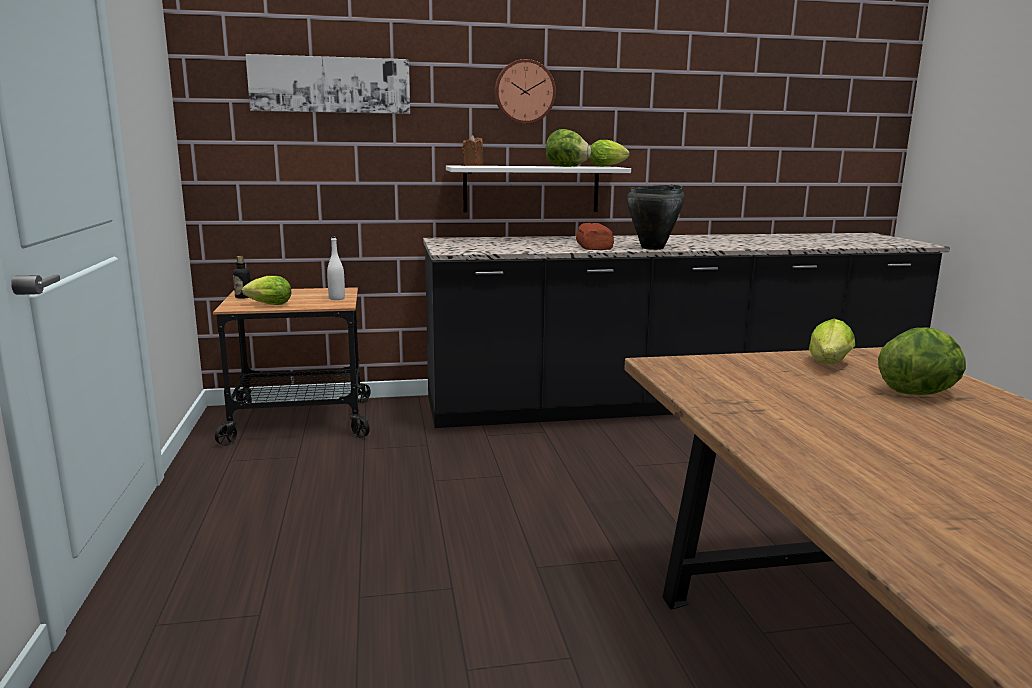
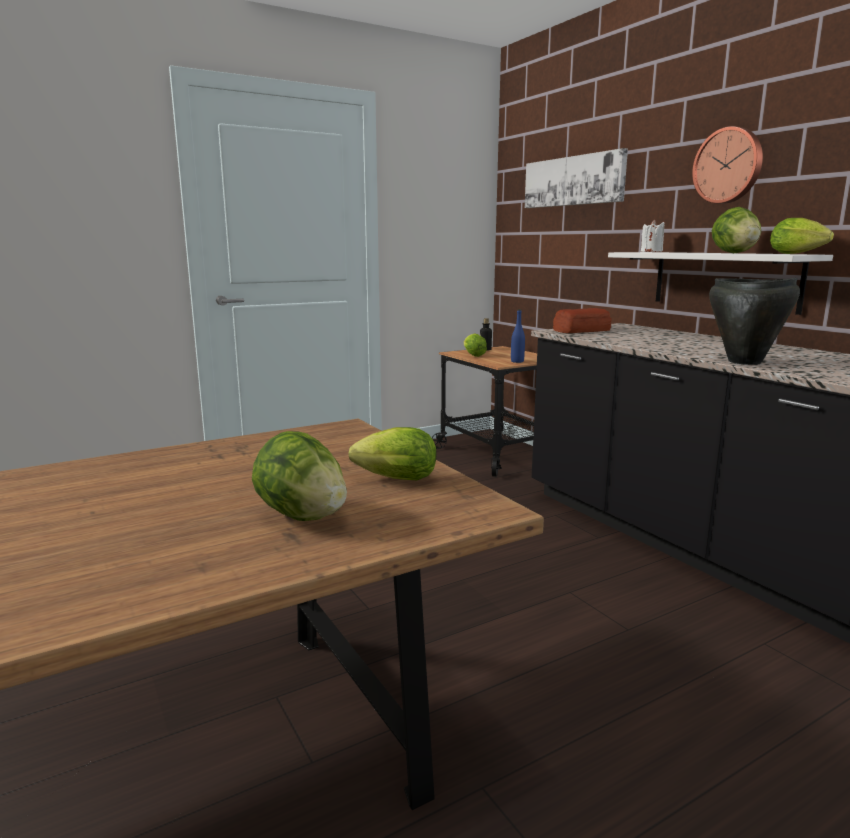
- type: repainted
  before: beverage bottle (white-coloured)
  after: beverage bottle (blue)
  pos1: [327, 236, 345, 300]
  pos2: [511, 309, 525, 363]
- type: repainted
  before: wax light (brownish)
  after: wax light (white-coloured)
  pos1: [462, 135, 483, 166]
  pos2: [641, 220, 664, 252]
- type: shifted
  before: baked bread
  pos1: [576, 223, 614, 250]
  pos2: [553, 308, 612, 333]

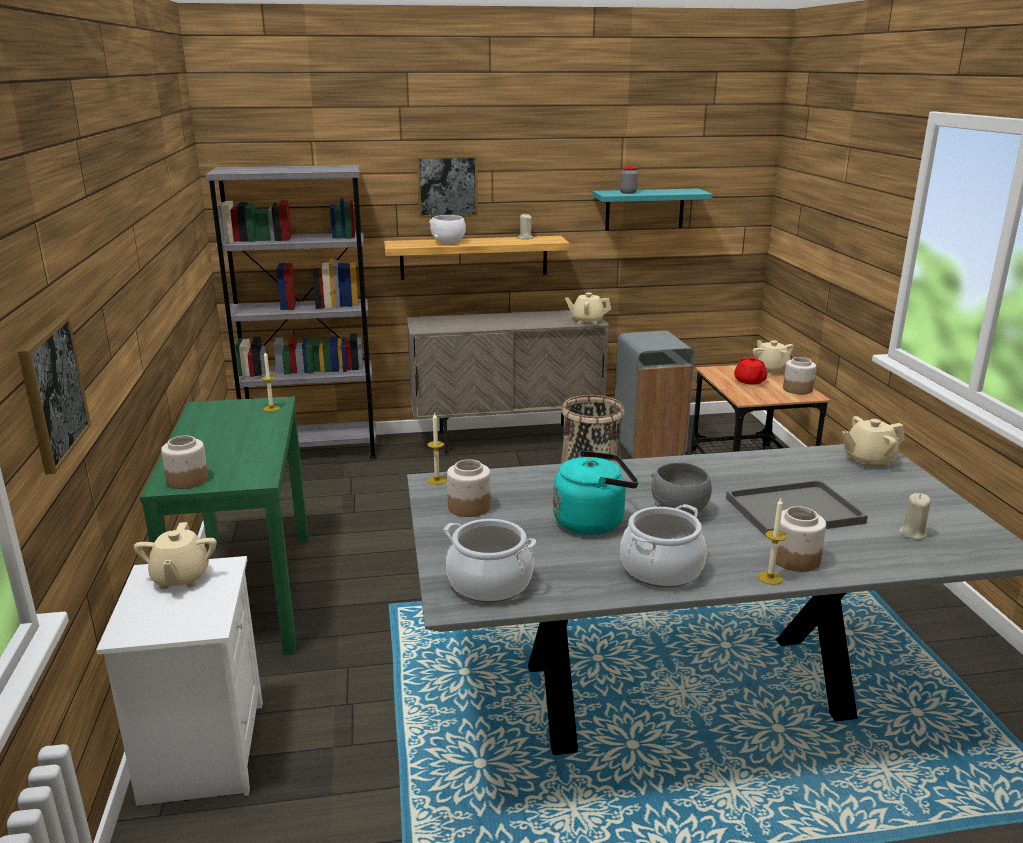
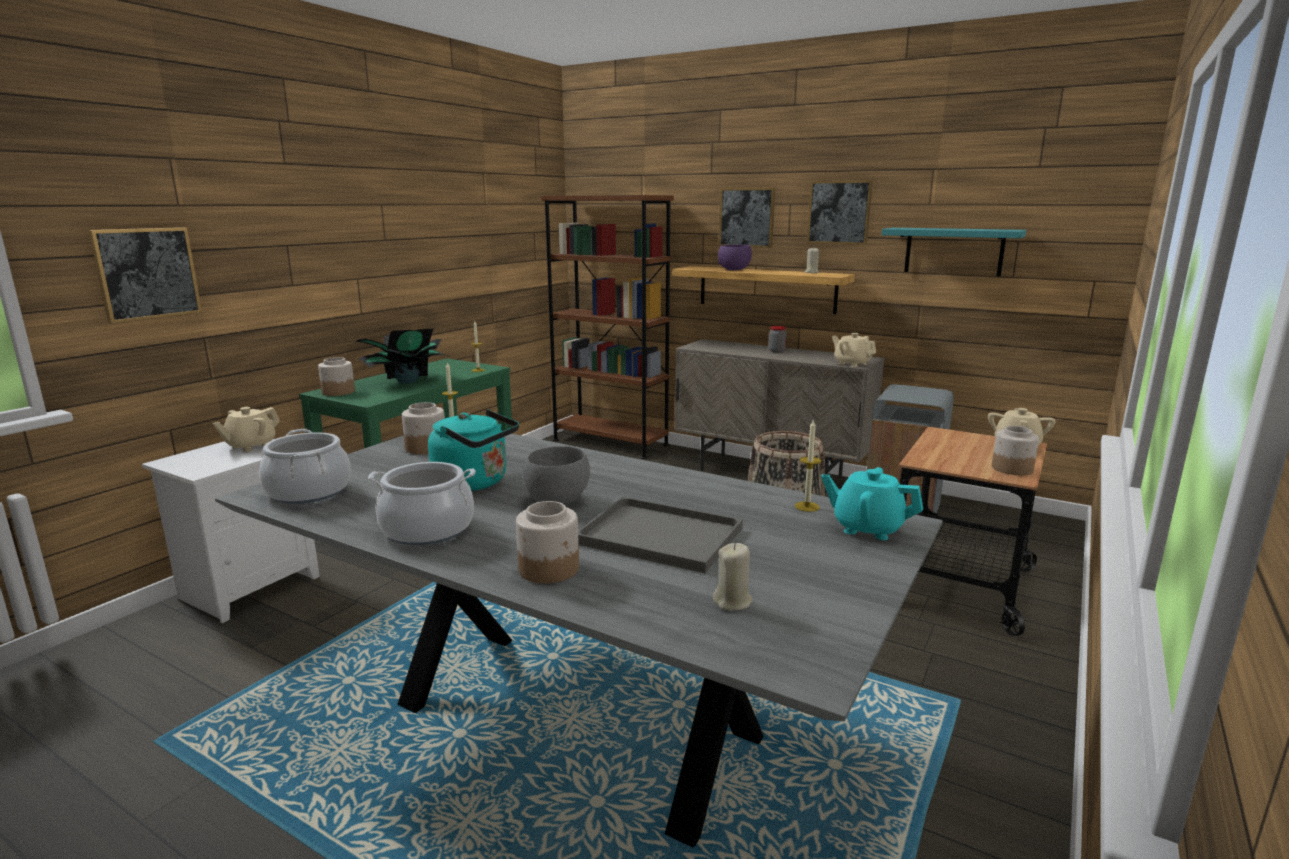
- type: repainted
  before: shelving unit (greyish)
  after: shelving unit (brownish)
  pos1: [205, 165, 377, 459]
  pos2: [541, 195, 674, 459]
- type: repainted
  before: serving bowl (white-coloured)
  after: serving bowl (purplish)
  pos1: [429, 215, 466, 244]
  pos2: [718, 244, 752, 270]
- type: shifted
  before: jar
  pos1: [620, 166, 638, 194]
  pos2: [769, 326, 786, 352]
- type: gone
  before: teapot (red-coloured)
  pos1: [734, 357, 767, 384]
- type: shifted
  before: wax light
  pos1: [758, 498, 787, 585]
  pos2: [795, 419, 821, 512]
- type: repainted
  before: teapot (sand-coloured)
  after: teapot (blue-green)
  pos1: [842, 416, 905, 468]
  pos2: [821, 467, 923, 540]
- type: new
  after: potted plant
  pos2: [354, 329, 451, 383]
- type: new
  after: picture
  pos2: [807, 180, 873, 245]

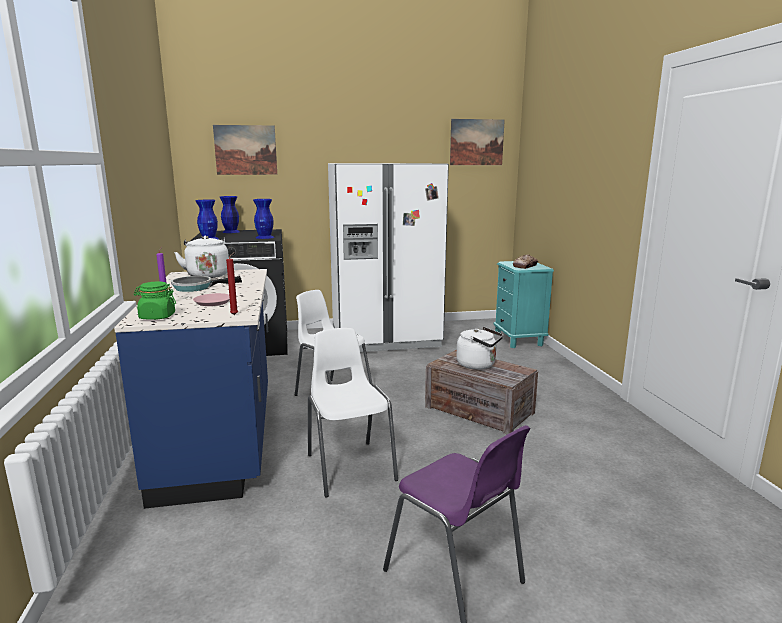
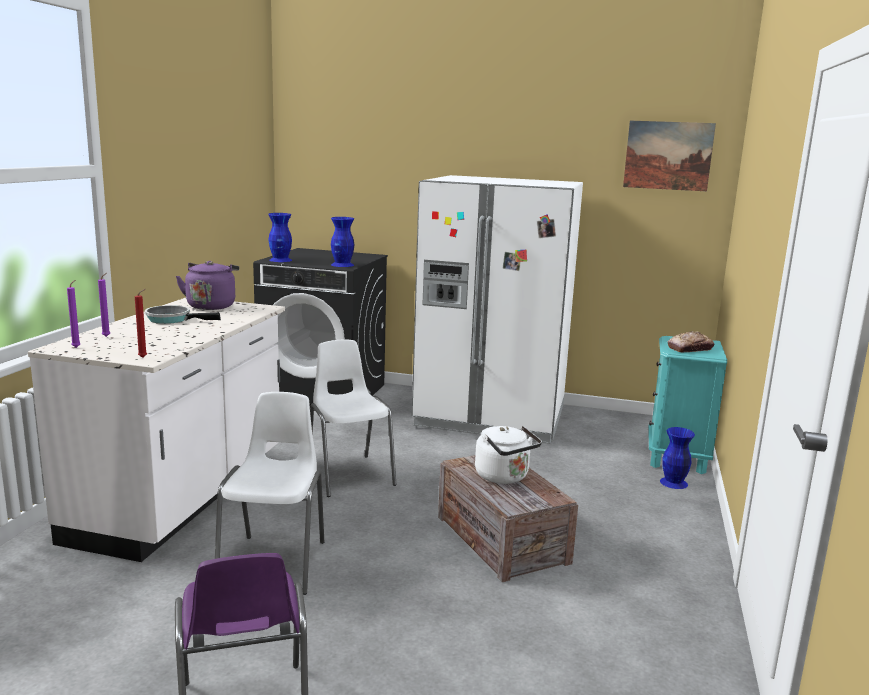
- type: repainted
  before: kitchen counter (blue)
  after: kitchen counter (white-coloured)
  pos1: [114, 269, 268, 509]
  pos2: [28, 298, 285, 562]
- type: swapped
  before: jar (green-coloured)
  after: wax light (purplish)
  pos1: [134, 282, 176, 320]
  pos2: [67, 280, 81, 348]
- type: repainted
  before: water kettle (white-coloured)
  after: water kettle (purplish)
  pos1: [174, 236, 229, 278]
  pos2: [176, 261, 239, 310]
- type: gone
  before: plate (pink-coloured)
  pos1: [193, 293, 230, 306]
- type: gone
  before: picture
  pos1: [213, 125, 277, 175]
- type: shifted
  before: vase (blue)
  pos1: [220, 196, 240, 233]
  pos2: [660, 427, 695, 489]

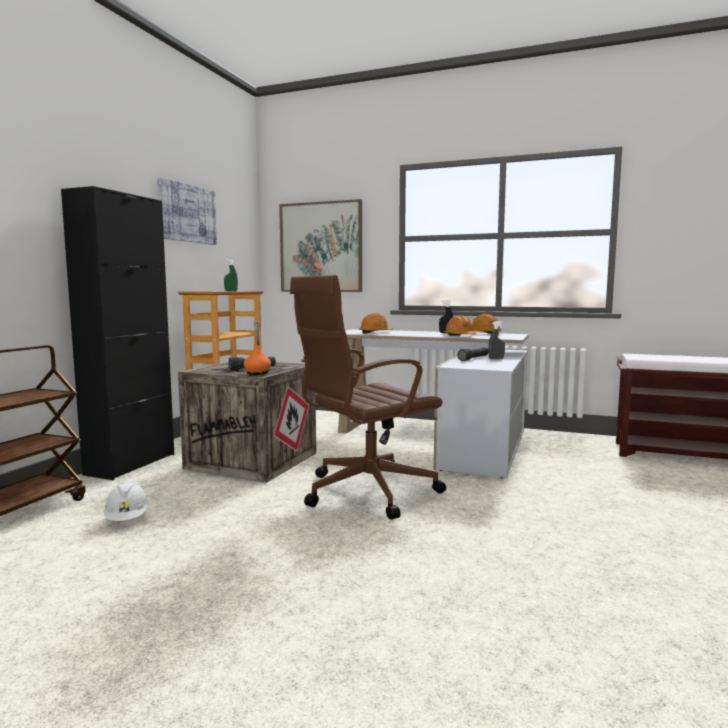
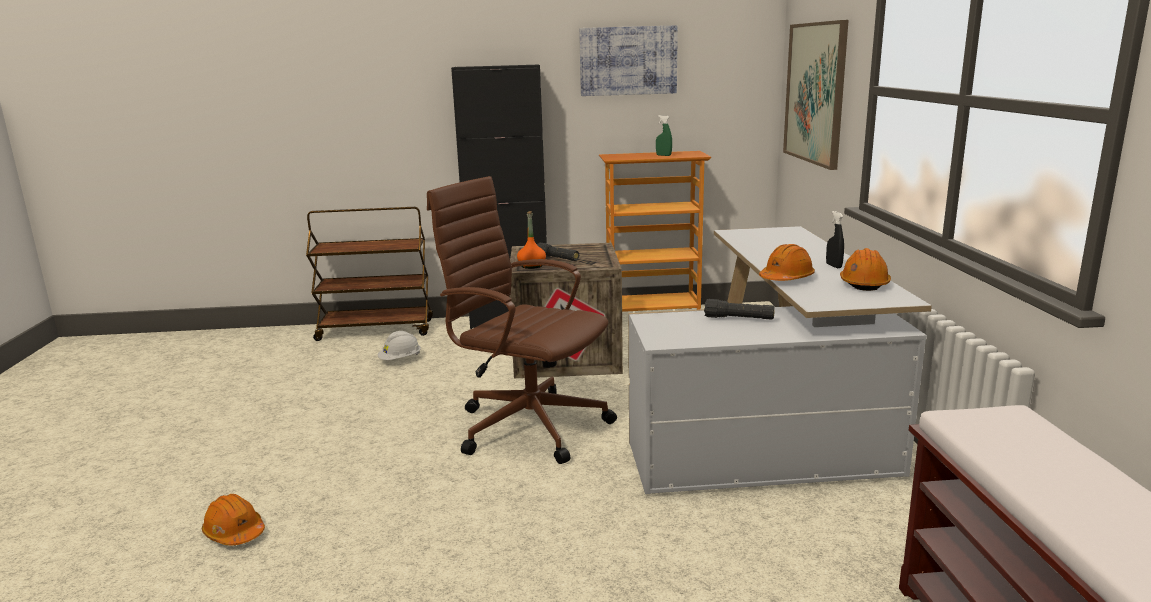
- type: shifted
  before: hard hat (orange)
  pos1: [359, 313, 393, 334]
  pos2: [202, 494, 265, 545]
- type: gone
  before: spray bottle (greyish)
  pos1: [488, 321, 505, 359]

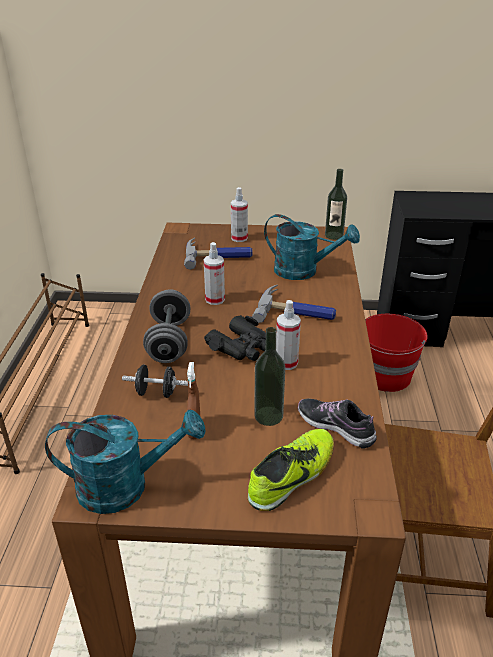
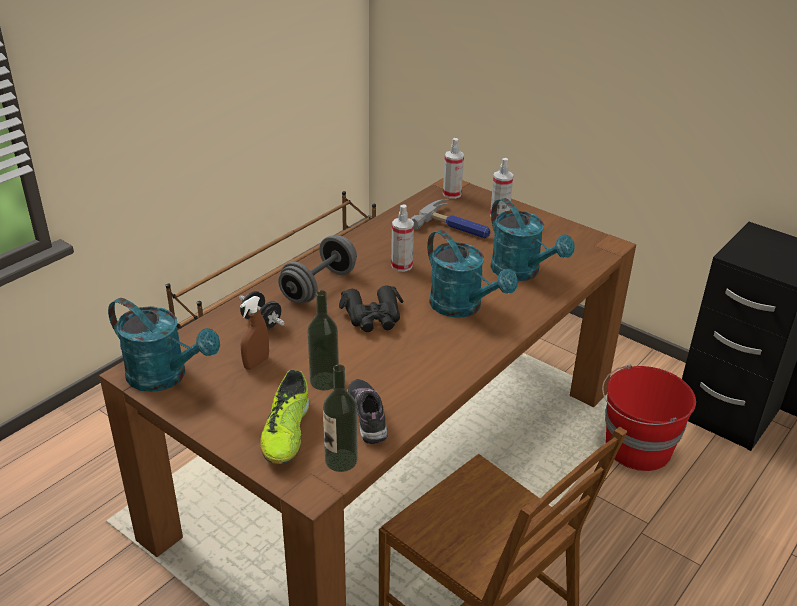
- type: rotated
  before: low shoe
  pos1: [248, 429, 334, 511]
  pos2: [260, 370, 310, 464]
  turn: 105
- type: swapped
  before: hammer
  after: sprinkling can (blue-green)
  pos1: [252, 285, 336, 323]
  pos2: [427, 230, 518, 318]
- type: shifted
  before: spray bottle
  pos1: [276, 300, 301, 370]
  pos2: [443, 138, 464, 199]
- type: shifted
  before: beverage bottle
  pos1: [325, 169, 347, 240]
  pos2: [323, 365, 358, 472]

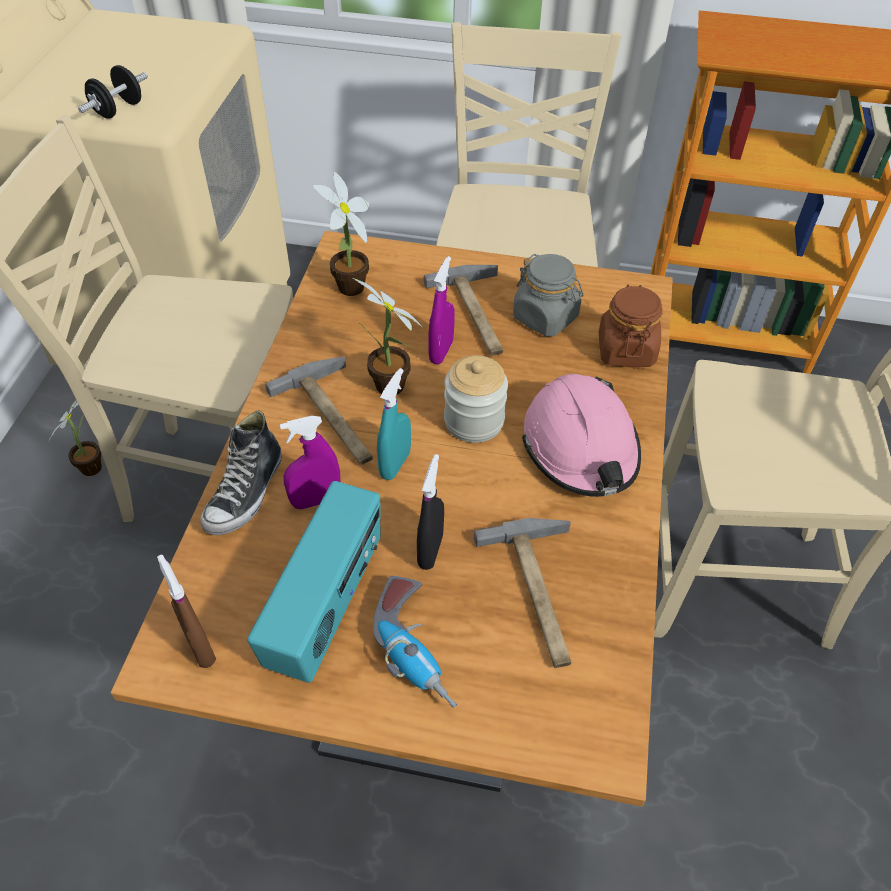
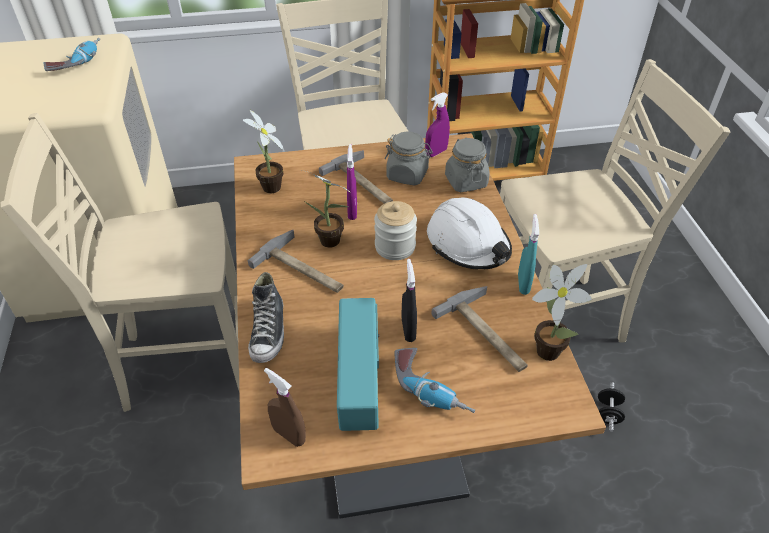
- type: shifted
  before: potted plant
  pos1: [49, 400, 102, 476]
  pos2: [532, 264, 592, 361]
- type: shifted
  before: free weight (blackish)
  pos1: [78, 65, 148, 119]
  pos2: [598, 382, 625, 432]
- type: shifted
  before: spray bottle (purplish)
  pos1: [280, 416, 340, 509]
  pos2: [425, 92, 450, 157]
- type: shifted
  before: spray bottle (blue-green)
  pos1: [377, 368, 411, 480]
  pos2: [518, 214, 539, 295]
- type: repainted
  before: hard hat (pink-coloured)
  after: hard hat (white-coloured)
  pos1: [522, 374, 641, 497]
  pos2: [427, 197, 512, 270]
- type: repainted
  before: jar (brownish)
  after: jar (greyish)
  pos1: [599, 285, 663, 367]
  pos2: [445, 138, 490, 192]
- type: new
  after: drill
  pos2: [44, 38, 100, 71]

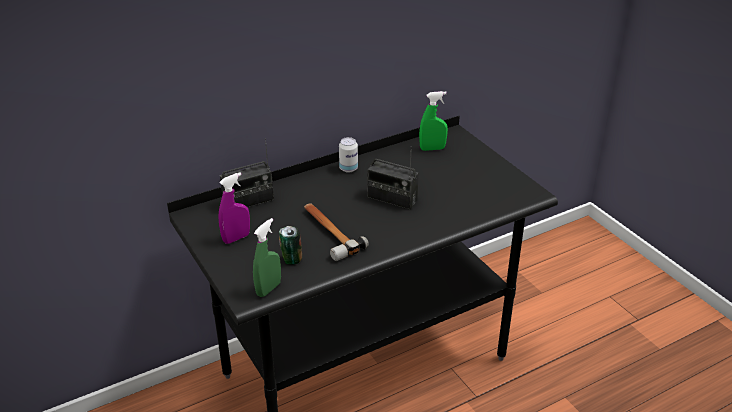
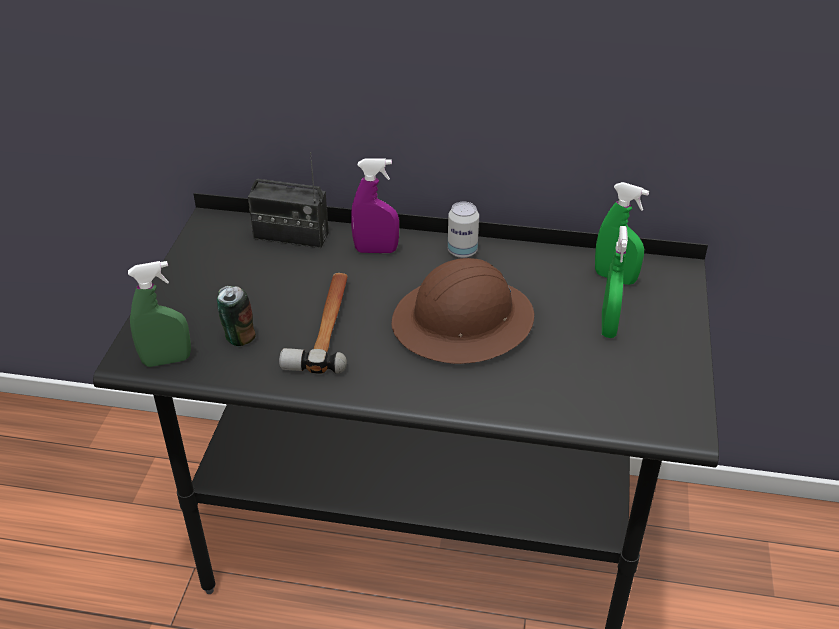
- type: shifted
  before: spray bottle (purplish)
  pos1: [218, 172, 250, 244]
  pos2: [351, 158, 399, 253]
- type: swapped
  before: radio
  after: hard hat (brownish)
  pos1: [367, 146, 419, 210]
  pos2: [391, 258, 534, 364]
- type: new
  after: spray bottle (green-coloured)
  pos2: [602, 226, 628, 338]

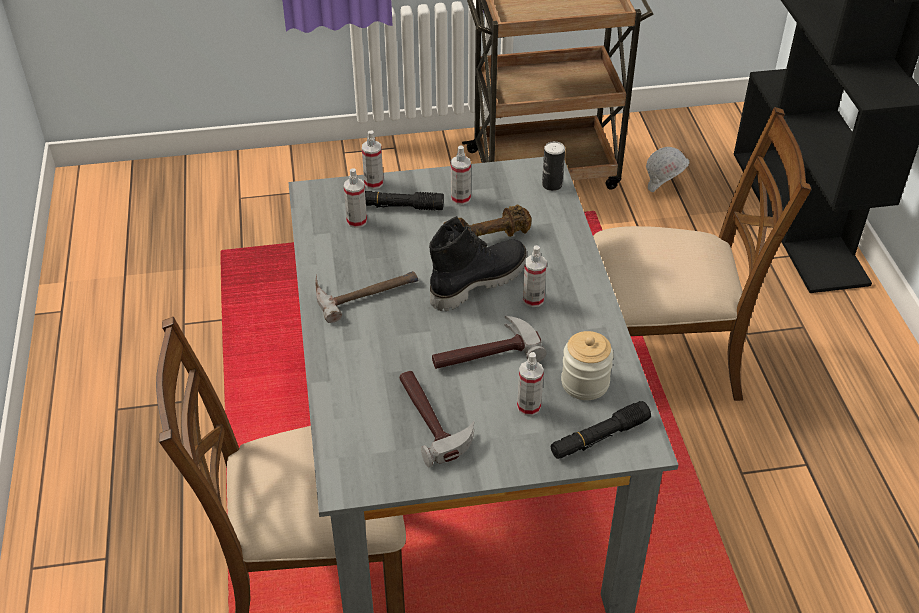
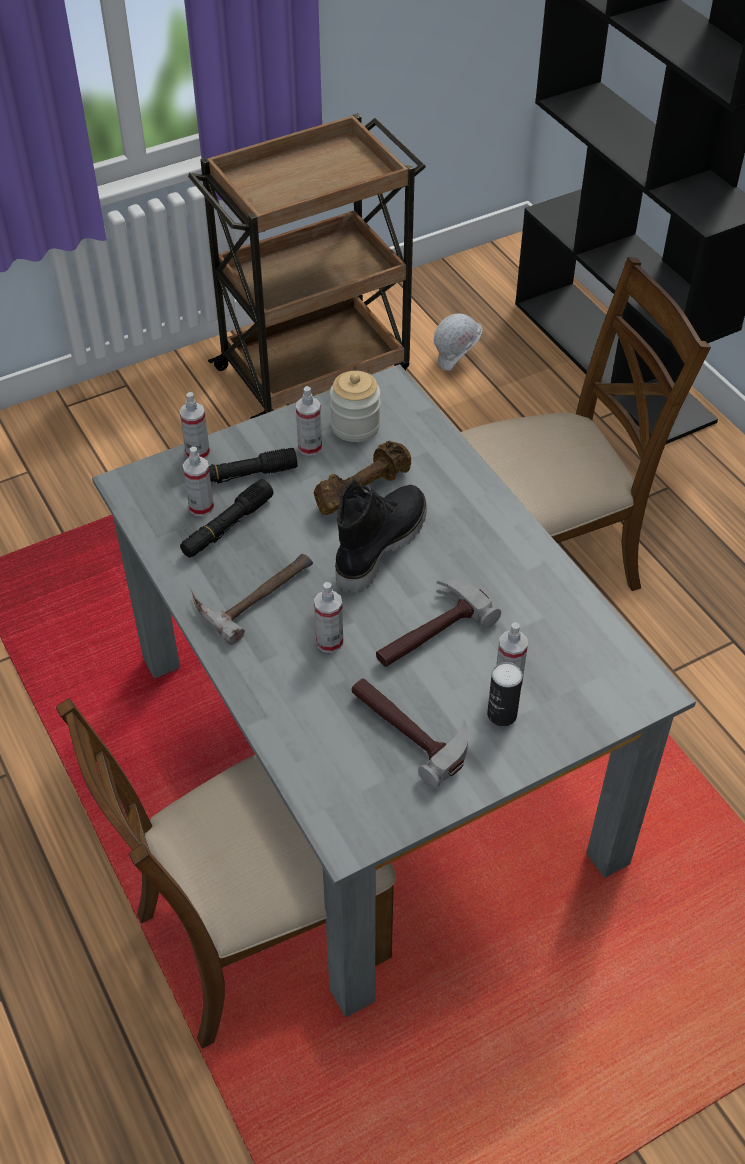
- type: shifted
  before: spray bottle
  pos1: [523, 245, 547, 307]
  pos2: [314, 582, 343, 653]
- type: shifted
  before: can
  pos1: [542, 141, 565, 191]
  pos2: [487, 662, 523, 726]
- type: shifted
  before: flashlight (blackish)
  pos1: [551, 401, 651, 459]
  pos2: [180, 479, 273, 558]
- type: shifted
  before: jar
  pos1: [561, 331, 614, 400]
  pos2: [330, 371, 381, 442]

